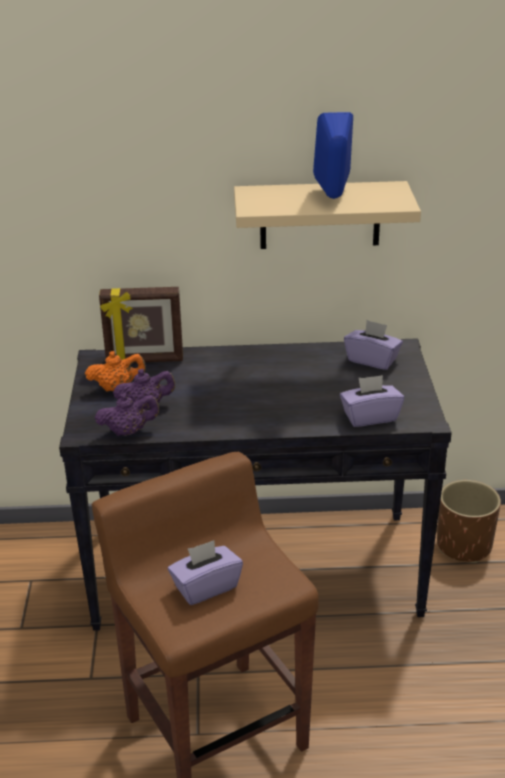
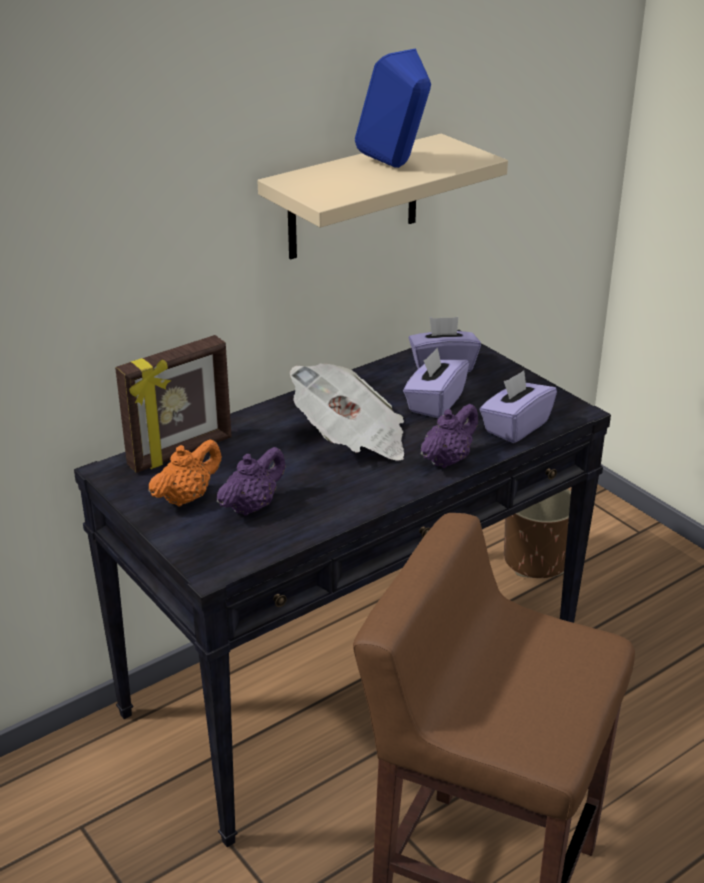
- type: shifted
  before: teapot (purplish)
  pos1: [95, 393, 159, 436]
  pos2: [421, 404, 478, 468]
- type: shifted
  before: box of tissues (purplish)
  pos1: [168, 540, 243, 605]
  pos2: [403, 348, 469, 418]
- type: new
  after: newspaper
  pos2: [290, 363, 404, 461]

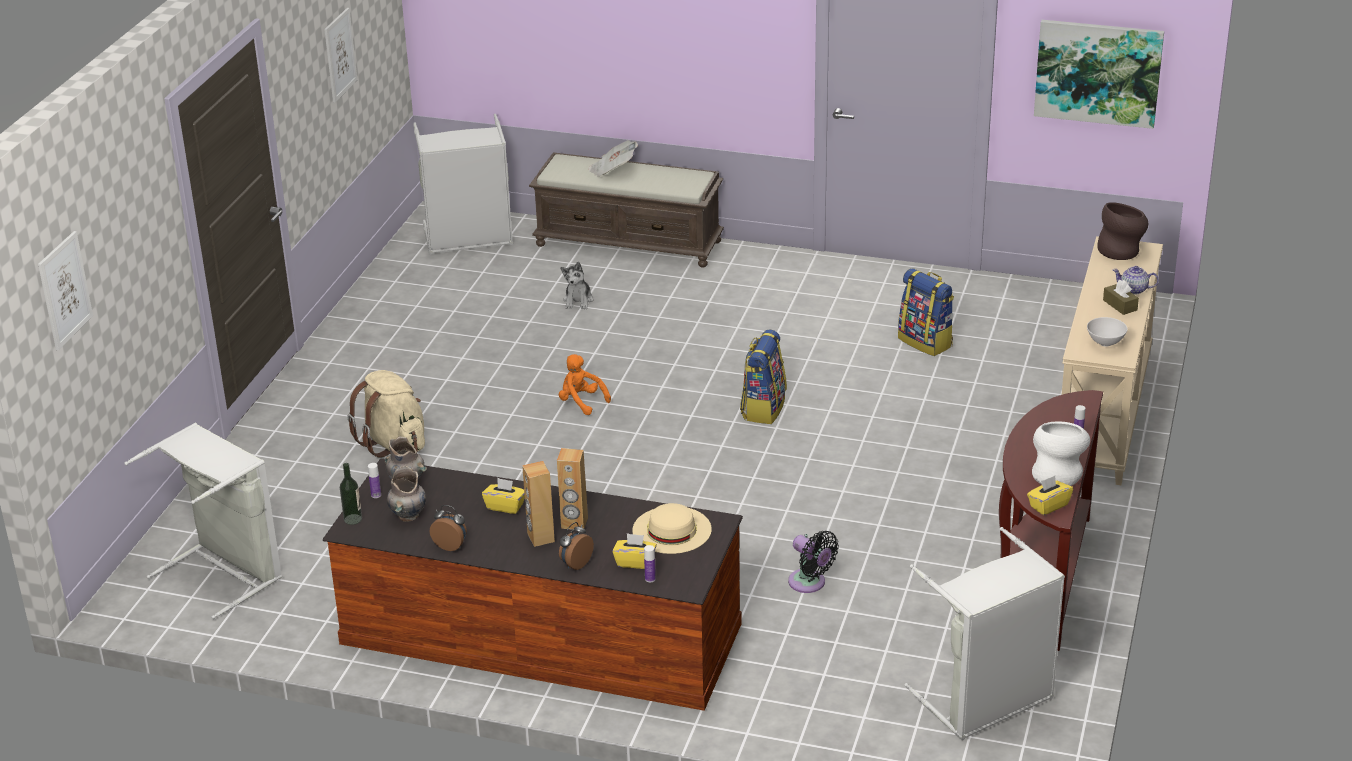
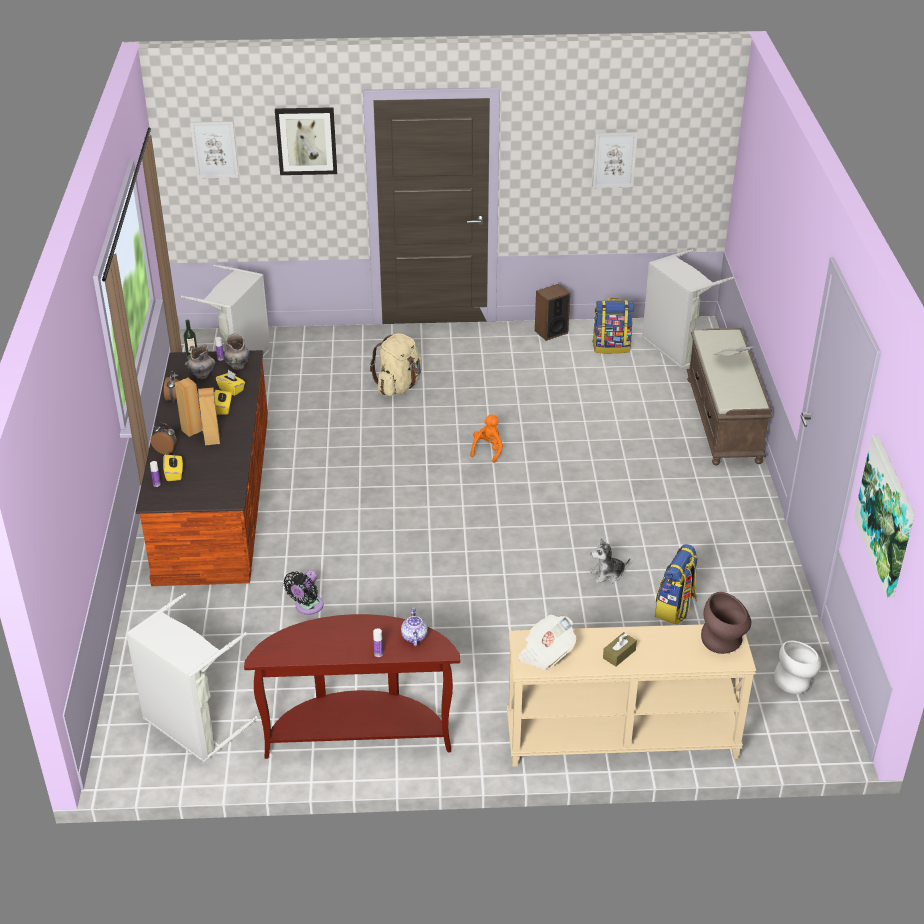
- type: shifted
  before: cuddly toy
  pos1: [561, 262, 593, 309]
  pos2: [590, 538, 630, 583]
- type: gone
  before: hat (sand-coloured)
  pos1: [632, 503, 712, 554]
- type: shifted
  before: backpack
  pos1: [740, 330, 787, 424]
  pos2: [592, 298, 634, 353]
- type: shifted
  before: box of tissues (yellow-coloured)
  pos1: [1027, 476, 1073, 515]
  pos2: [216, 370, 245, 396]
- type: shifted
  before: vase (white-coloured)
  pos1: [1032, 421, 1090, 486]
  pos2: [774, 641, 821, 694]
- type: swapped
  before: serving bowl (white-coloured)
  after: newspaper
  pos1: [1087, 317, 1128, 347]
  pos2: [518, 614, 576, 671]
- type: shifted
  before: teapot
  pos1: [1113, 266, 1159, 295]
  pos2: [401, 608, 428, 646]
- type: new
  after: picture
  pos2: [275, 107, 337, 175]
- type: new
  after: speaker
  pos2: [535, 284, 570, 341]

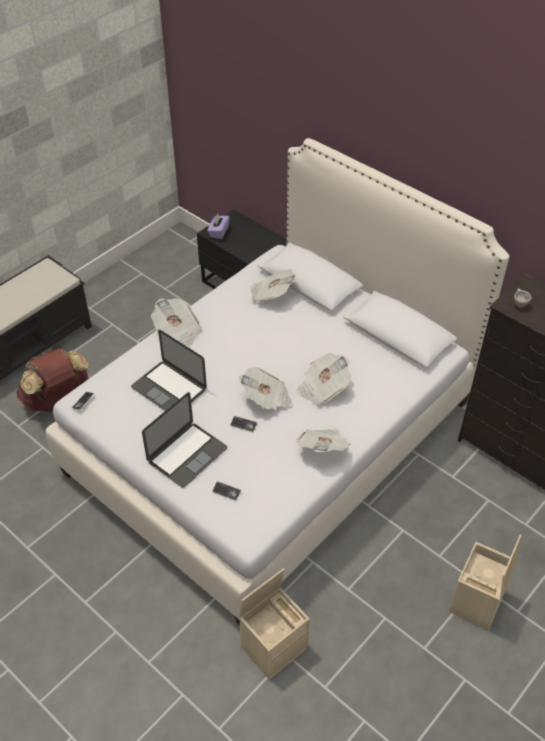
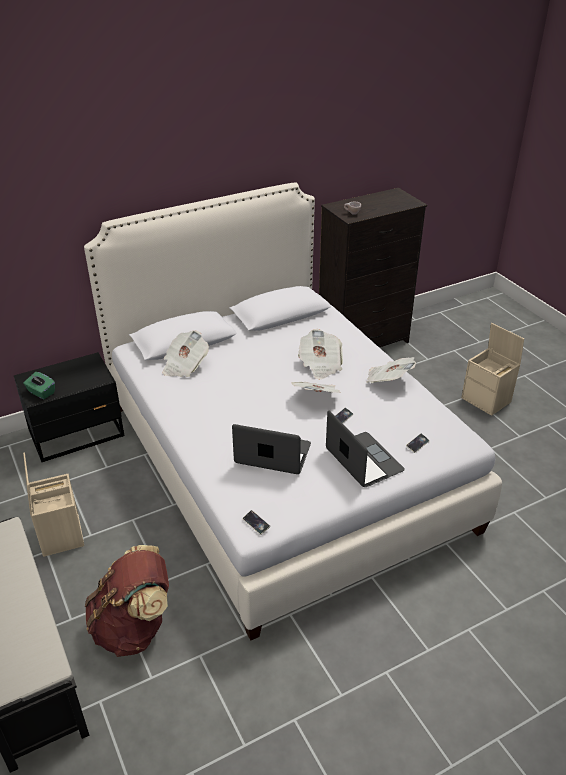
- type: rotated
  before: laptop
  pos1: [131, 330, 207, 411]
  pos2: [232, 424, 311, 474]
  turn: -135
- type: gone
  before: newspaper
  pos1: [151, 298, 202, 348]
- type: repainted
  before: box of tissues (purplish)
  after: box of tissues (green-coloured)
  pos1: [207, 213, 230, 239]
  pos2: [23, 372, 55, 399]
- type: shifted
  before: storage box (sand-coloured)
  pos1: [239, 568, 310, 680]
  pos2: [23, 453, 84, 557]

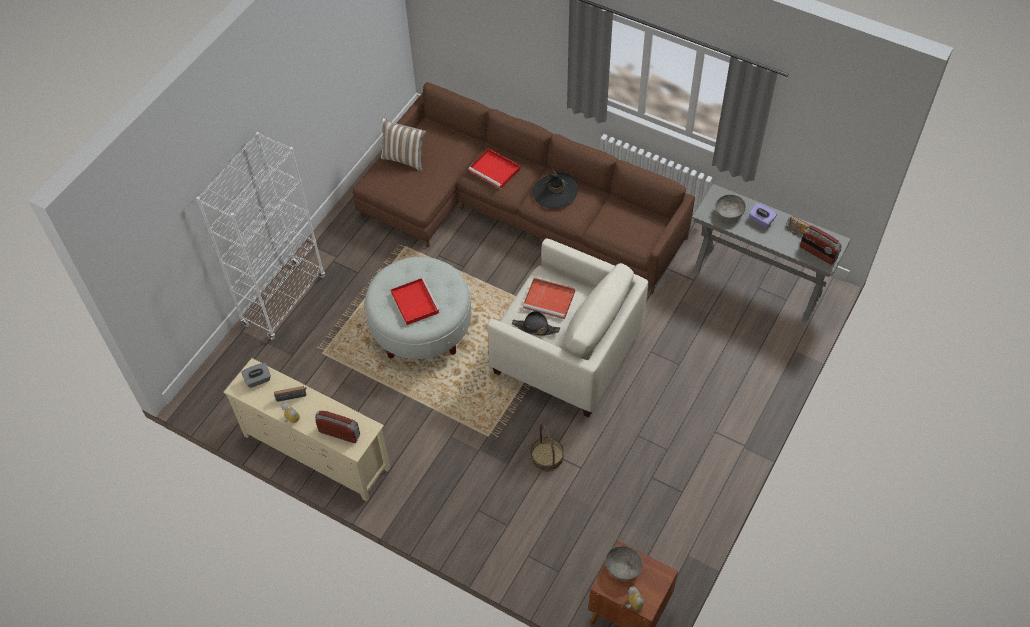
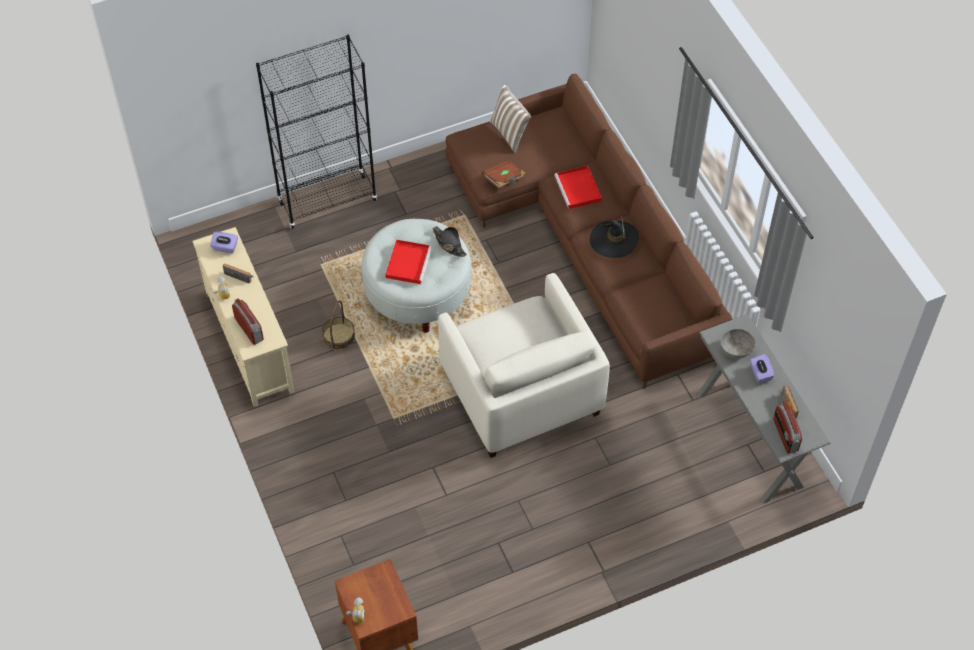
- type: repainted
  before: shelving unit (white-coloured)
  after: shelving unit (blackish)
  pos1: [196, 132, 325, 340]
  pos2: [256, 35, 377, 229]
- type: repainted
  before: box of tissues (greyish)
  after: box of tissues (purplish)
  pos1: [241, 363, 271, 388]
  pos2: [210, 232, 238, 254]
- type: shifted
  before: hat (blackish)
  pos1: [512, 311, 560, 336]
  pos2: [432, 226, 467, 257]
- type: gone
  before: tray (red-coloured)
  pos1: [523, 278, 575, 319]
- type: shifted
  before: storage basket
  pos1: [530, 424, 564, 472]
  pos2: [322, 300, 355, 350]
- type: gone
  before: serving bowl (greyish)
  pos1: [605, 546, 642, 580]
- type: new
  after: book (brownish)
  pos2: [482, 160, 526, 189]

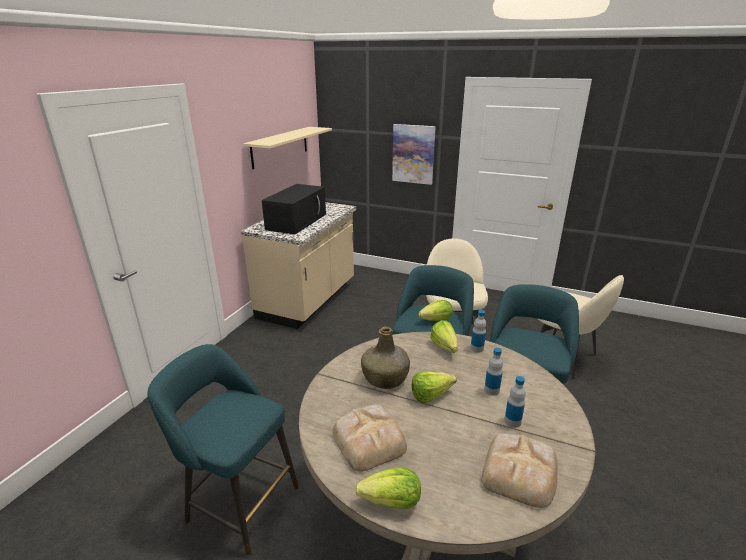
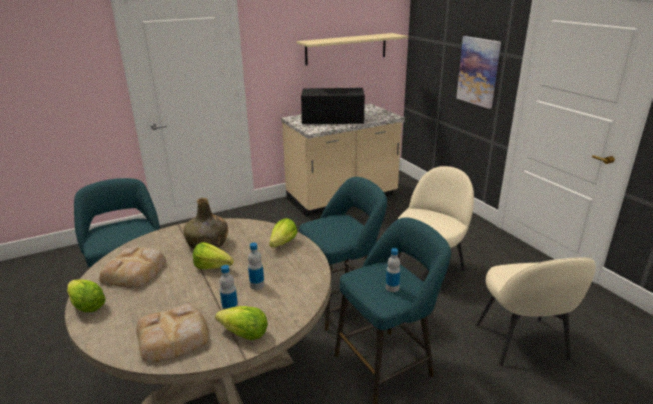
- type: rotated
  before: kitchen microwave (blackish)
  pos1: [262, 184, 326, 235]
  pos2: [301, 88, 365, 124]
  turn: -150
- type: shifted
  before: head of lettuce
  pos1: [418, 300, 453, 321]
  pos2: [215, 306, 268, 340]
- type: shifted
  before: beverage bottle
  pos1: [470, 310, 486, 353]
  pos2: [386, 248, 400, 292]

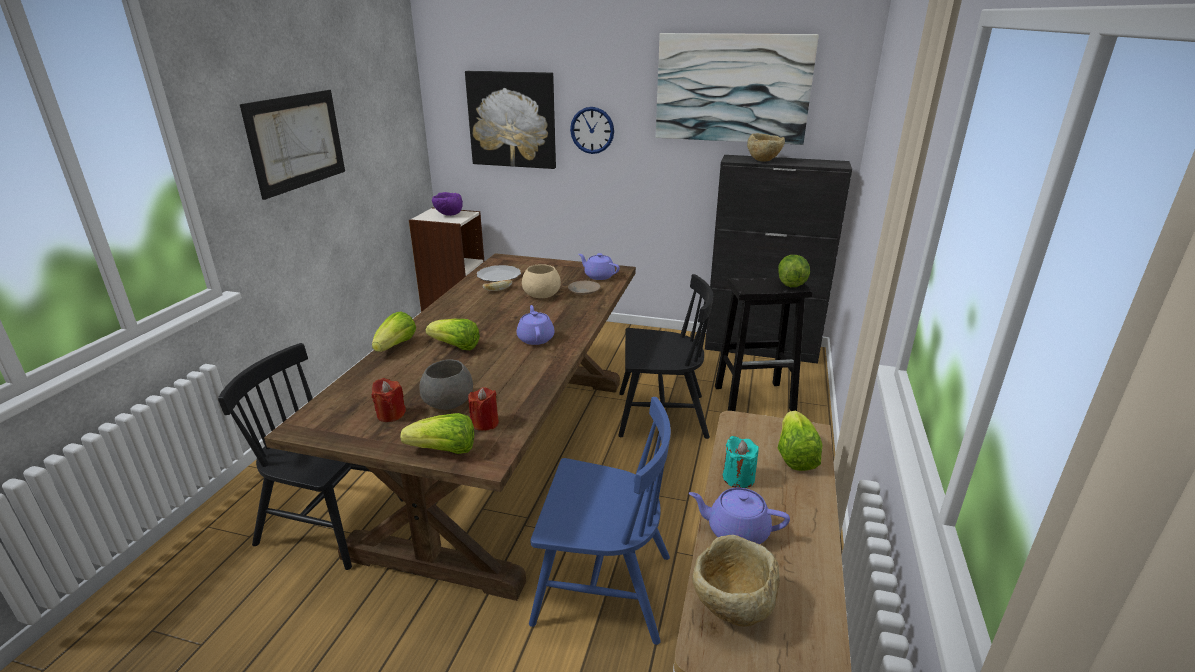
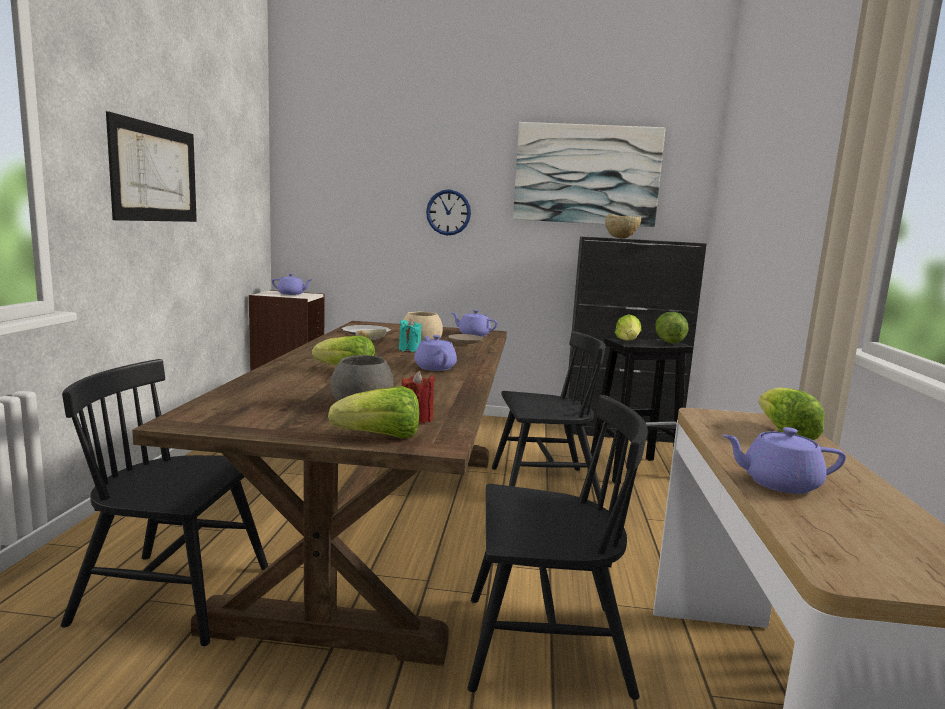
- type: shifted
  before: head of lettuce
  pos1: [372, 312, 416, 352]
  pos2: [615, 314, 642, 341]
- type: gone
  before: wax light (red-coloured)
  pos1: [372, 378, 406, 422]
- type: swapped
  before: serving bowl (purplish)
  after: teapot (purplish)
  pos1: [432, 192, 463, 216]
  pos2: [272, 274, 313, 295]
- type: gone
  before: picture
  pos1: [465, 71, 556, 169]
- type: repainted
  before: plain chair (blue)
  after: plain chair (blackish)
  pos1: [529, 397, 671, 645]
  pos2: [468, 395, 648, 700]
- type: gone
  before: serving bowl (sand-coloured)
  pos1: [692, 535, 780, 627]
- type: shifted
  before: wax light (blue-green)
  pos1: [723, 436, 759, 488]
  pos2: [399, 319, 422, 352]

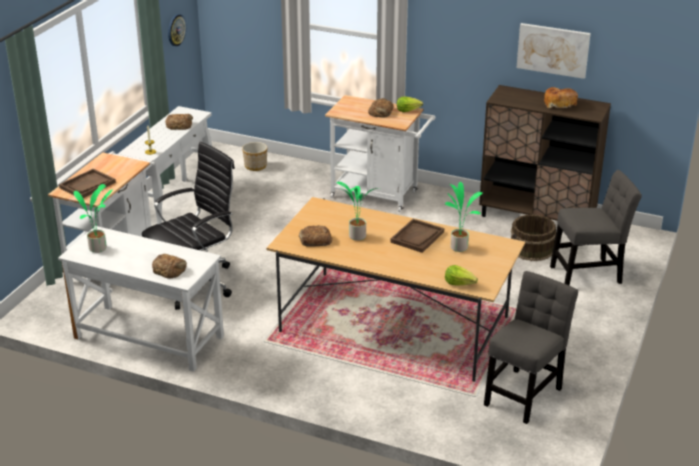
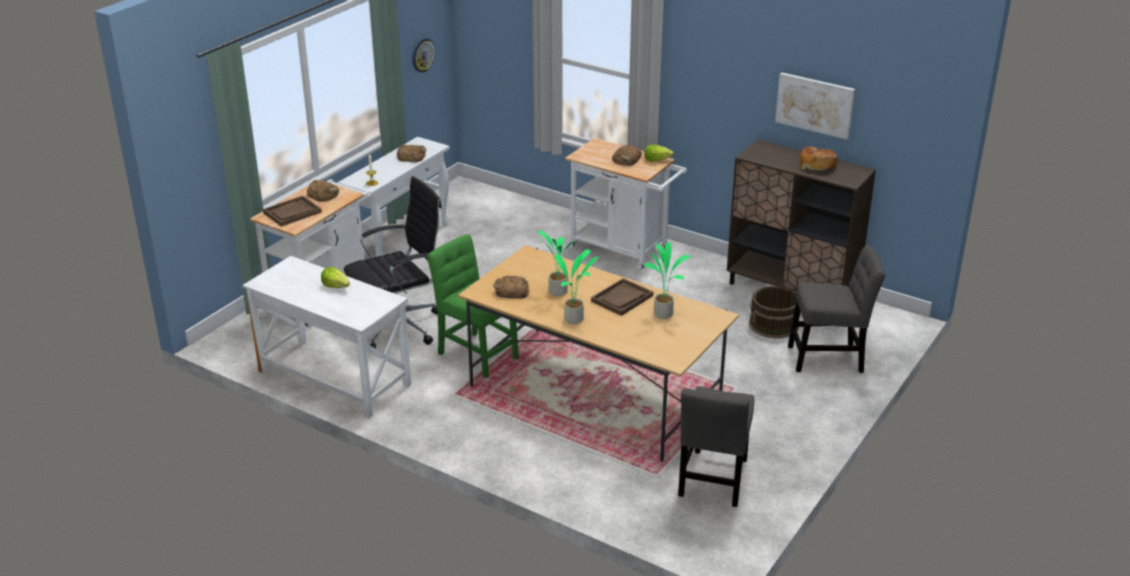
- type: shifted
  before: potted plant
  pos1: [74, 184, 113, 253]
  pos2: [555, 249, 598, 324]
- type: shifted
  before: baked bread
  pos1: [152, 254, 187, 279]
  pos2: [307, 180, 339, 202]
- type: gone
  before: planter
  pos1: [242, 142, 267, 171]
- type: shifted
  before: head of lettuce
  pos1: [445, 265, 478, 286]
  pos2: [321, 267, 350, 288]
- type: rotated
  before: plain chair (greyish)
  pos1: [484, 271, 578, 424]
  pos2: [678, 386, 754, 507]
  turn: 150
- type: new
  after: plain chair (green-coloured)
  pos2: [427, 234, 519, 378]

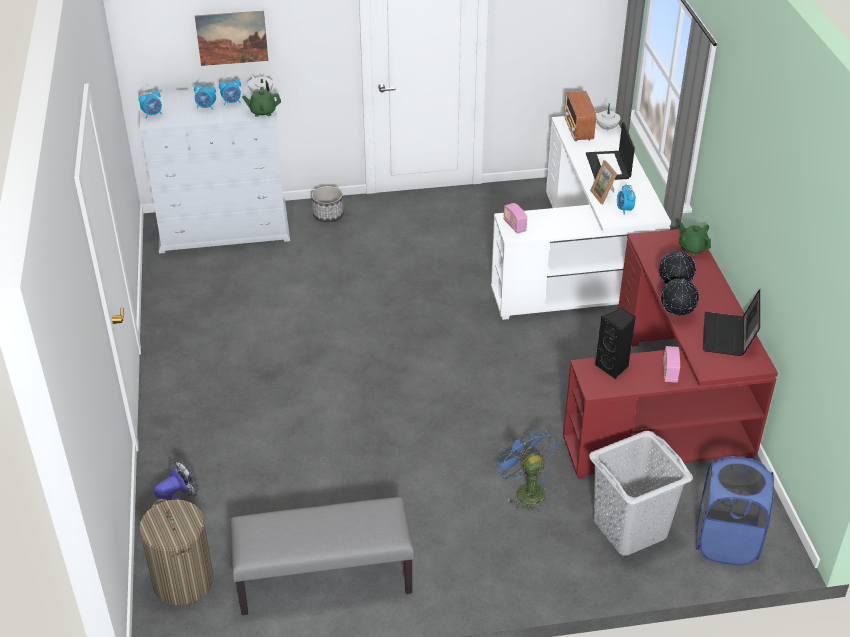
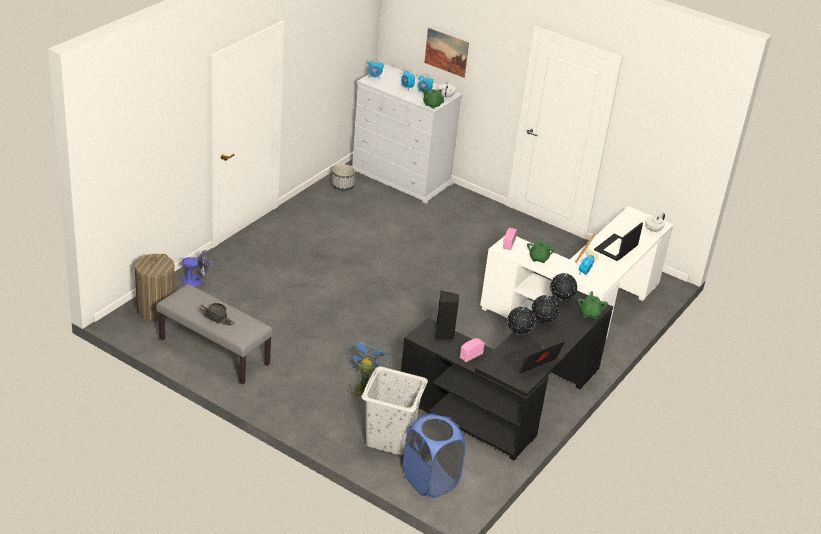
- type: shifted
  before: planter
  pos1: [312, 186, 344, 222]
  pos2: [332, 164, 355, 191]
- type: repainted
  before: desk table (red-coloured)
  after: desk table (blackish)
  pos1: [563, 229, 778, 479]
  pos2: [401, 291, 613, 460]
- type: gone
  before: radio
  pos1: [564, 91, 596, 141]
- type: new
  after: hat (blackish)
  pos2: [198, 303, 235, 325]
- type: new
  after: teapot (green-coloured)
  pos2: [527, 238, 555, 263]
- type: new
  after: desk globe
  pos2: [550, 273, 577, 301]

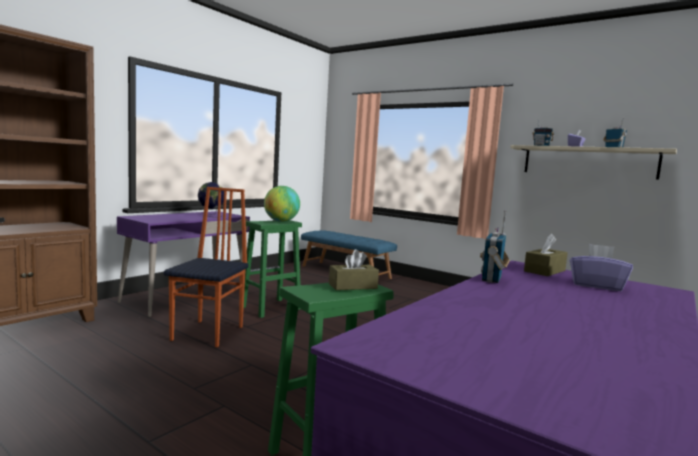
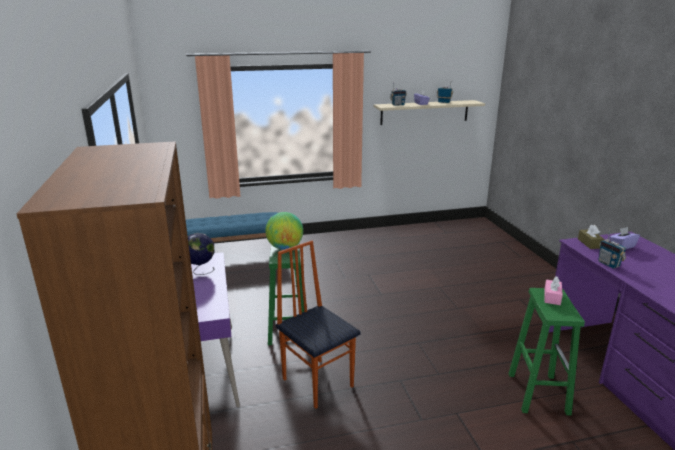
- type: repainted
  before: box of tissues (brownish)
  after: box of tissues (pink-coloured)
  pos1: [329, 249, 379, 290]
  pos2: [544, 276, 563, 305]

